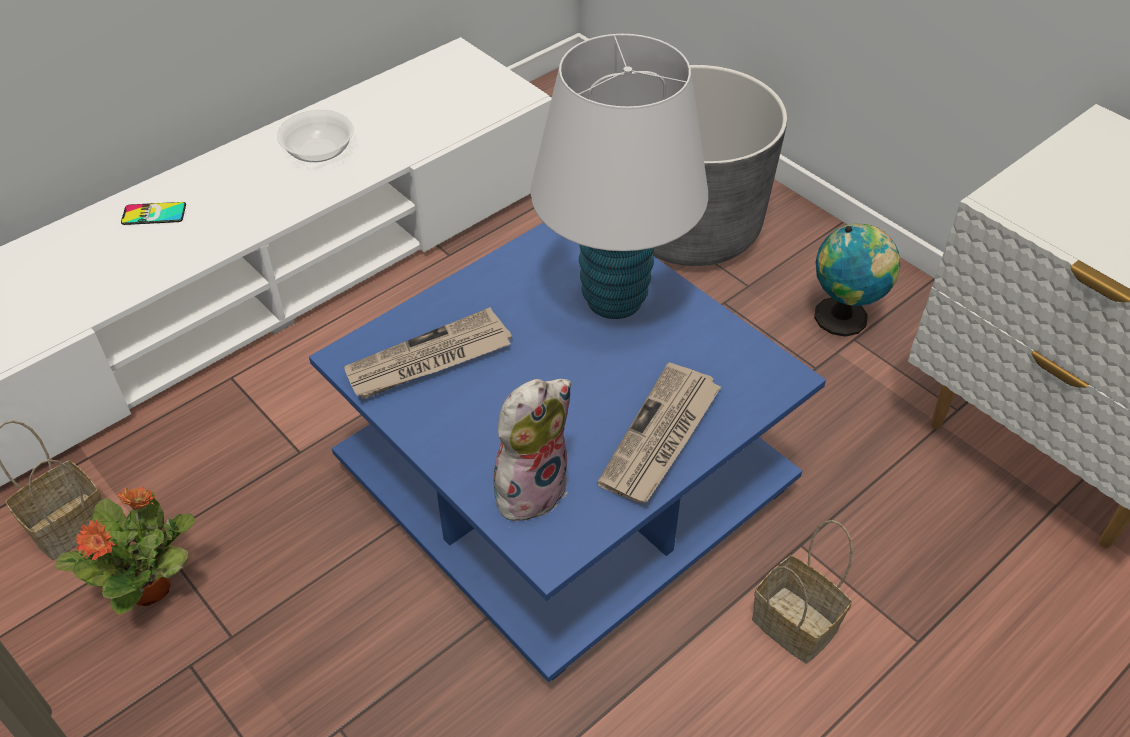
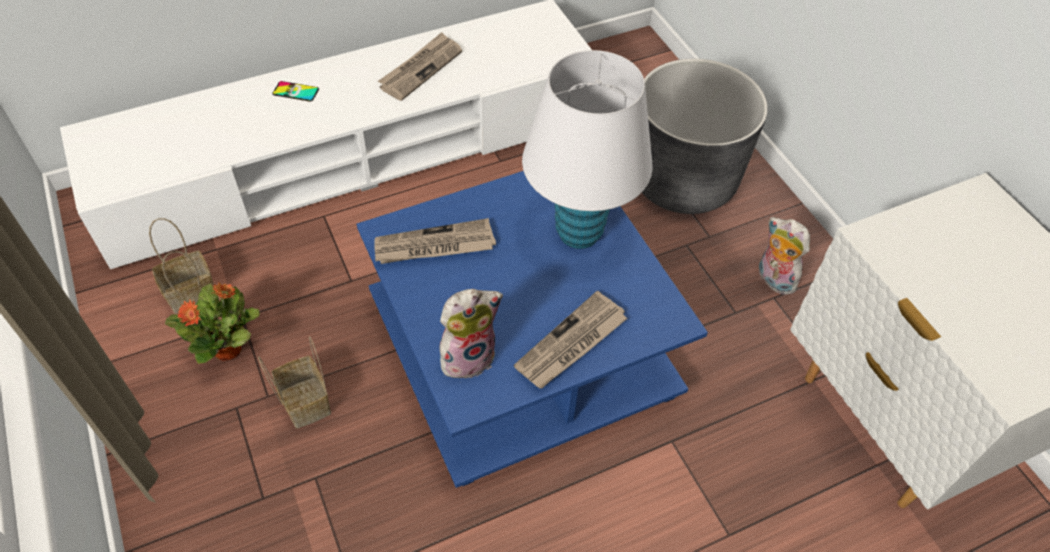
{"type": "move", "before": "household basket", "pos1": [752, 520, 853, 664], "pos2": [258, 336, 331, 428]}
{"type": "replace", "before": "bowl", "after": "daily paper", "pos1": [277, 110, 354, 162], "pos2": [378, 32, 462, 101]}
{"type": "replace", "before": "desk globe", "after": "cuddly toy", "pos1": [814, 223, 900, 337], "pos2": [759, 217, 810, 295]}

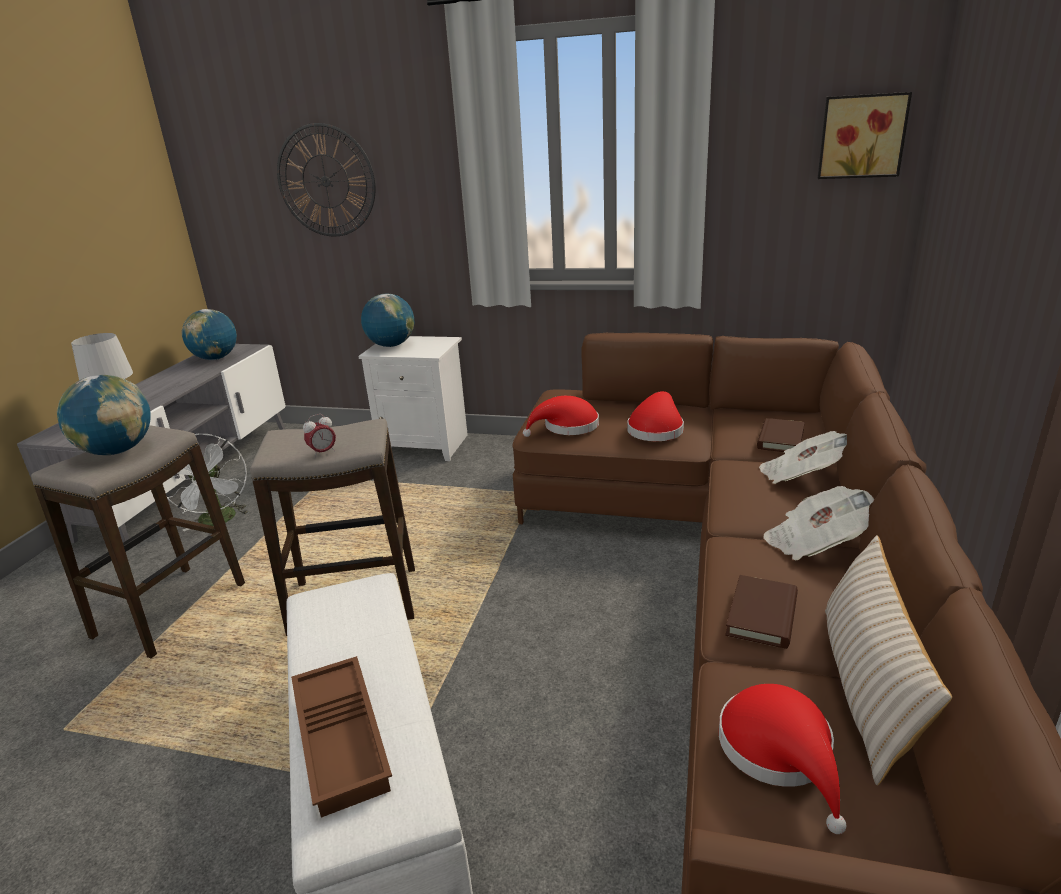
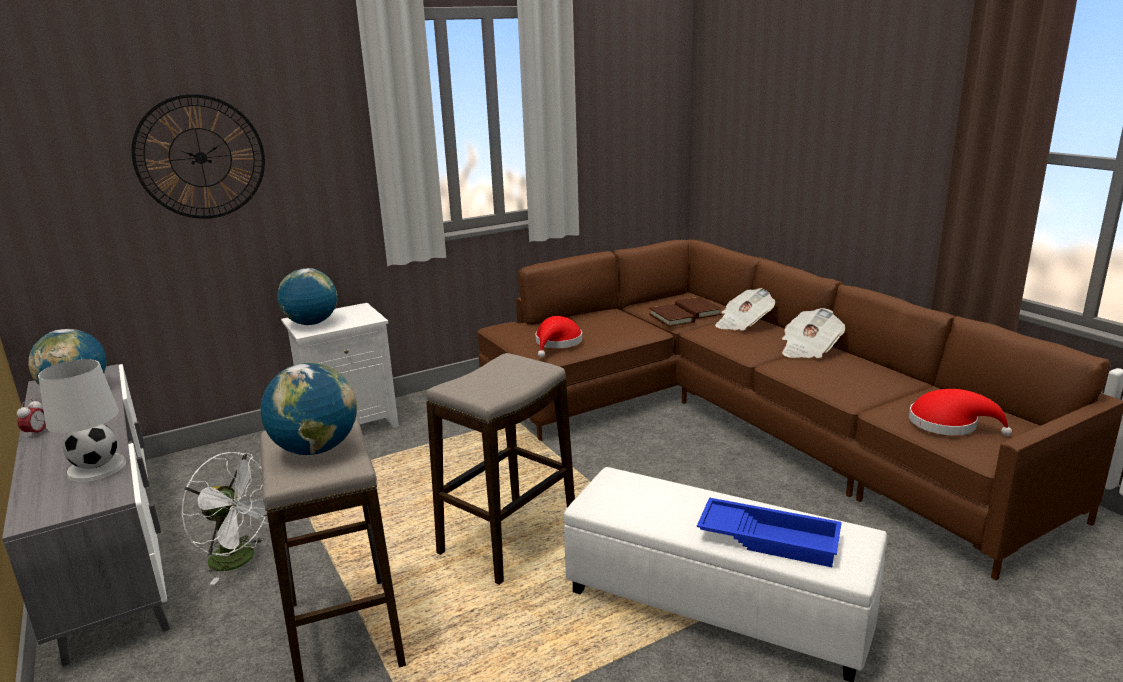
{"type": "delete", "before": "red clothing hat", "pos1": [627, 391, 684, 441]}
{"type": "delete", "before": "wall art", "pos1": [817, 92, 912, 179]}
{"type": "delete", "before": "sand-coloured cushion", "pos1": [825, 535, 952, 785]}
{"type": "move", "before": "alarm clock", "pos1": [303, 414, 336, 457], "pos2": [17, 399, 46, 438]}
{"type": "move", "before": "brown-coloured bound book", "pos1": [725, 575, 798, 649], "pos2": [649, 304, 696, 327]}
{"type": "recolor", "before": "brown-coloured tray", "after": "blue-coloured tray", "pos1": [291, 656, 392, 817], "pos2": [697, 497, 842, 567]}

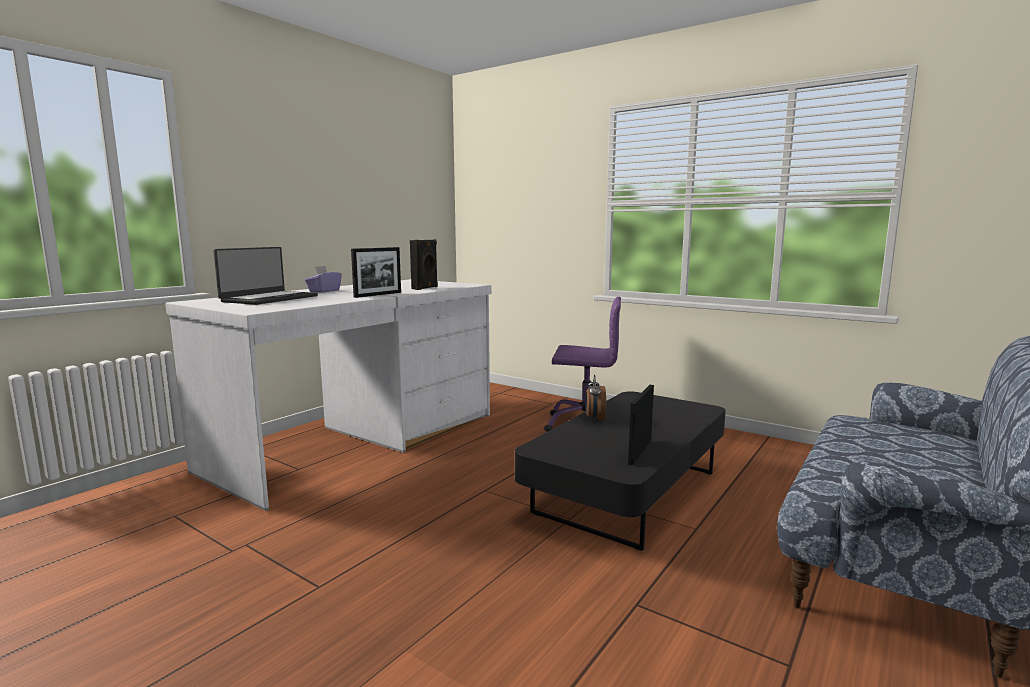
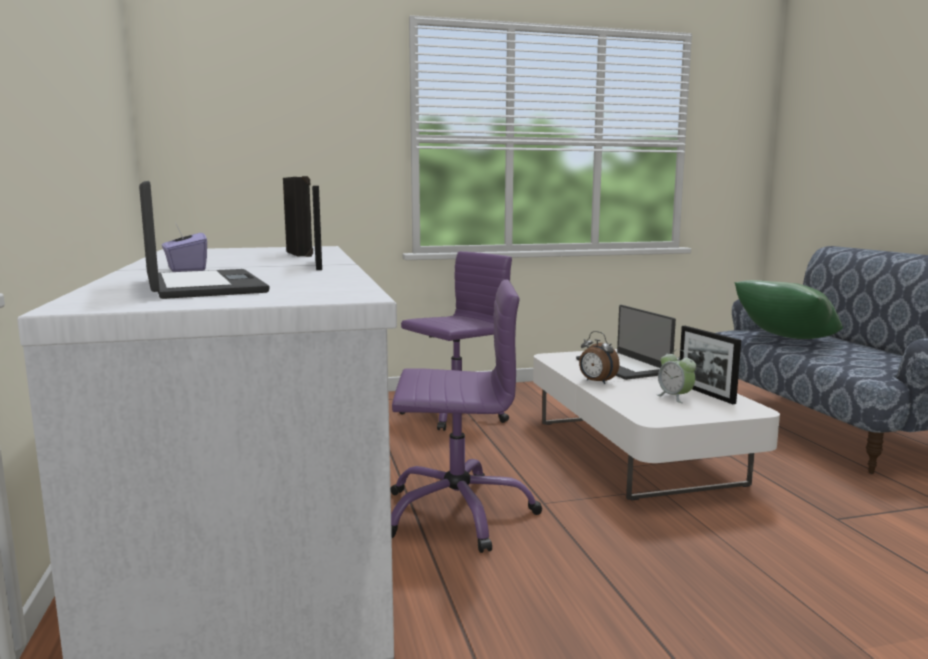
{"type": "insert", "after": "purple desk chair", "pos2": [391, 280, 542, 553]}
{"type": "insert", "after": "portable computer", "pos2": [576, 305, 676, 380]}
{"type": "insert", "after": "alarm clock", "pos2": [657, 349, 696, 403]}
{"type": "insert", "after": "green-coloured cushion", "pos2": [734, 280, 843, 339]}
{"type": "recolor", "before": "blackish lounge table", "after": "whitish lounge table", "pos1": [515, 391, 726, 551], "pos2": [533, 349, 780, 500]}

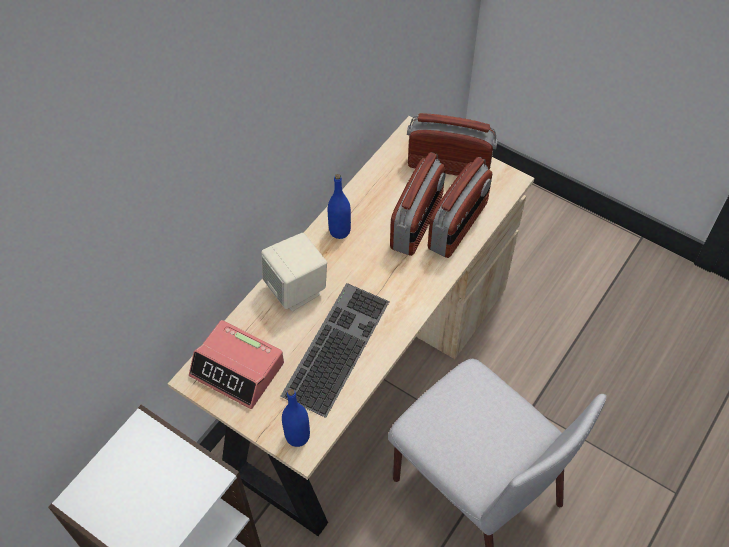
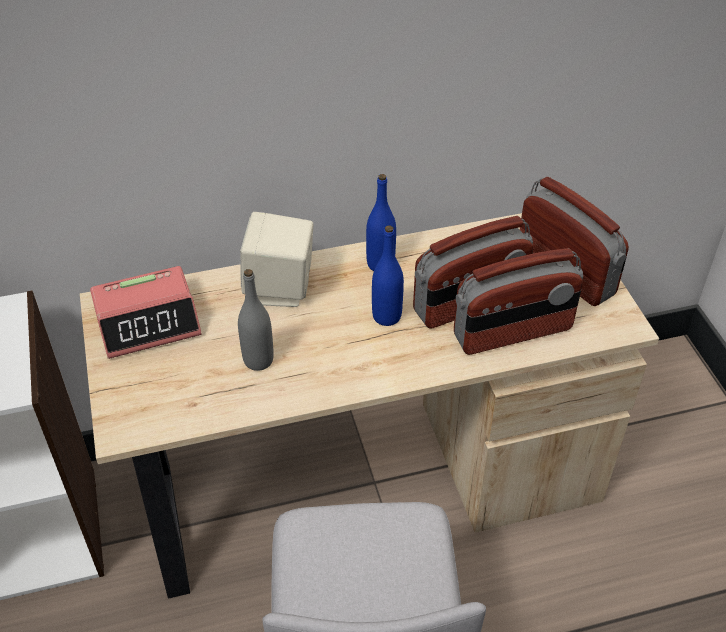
{"type": "move", "before": "blue-coloured bottle", "pos1": [282, 389, 310, 447], "pos2": [372, 226, 404, 326]}
{"type": "replace", "before": "keyboard", "after": "grey bottle", "pos1": [281, 283, 390, 418], "pos2": [238, 269, 274, 371]}
{"type": "rotate", "before": "alarm clock", "pos1": [189, 320, 284, 409], "pos2": [90, 266, 202, 359], "turn": -90}

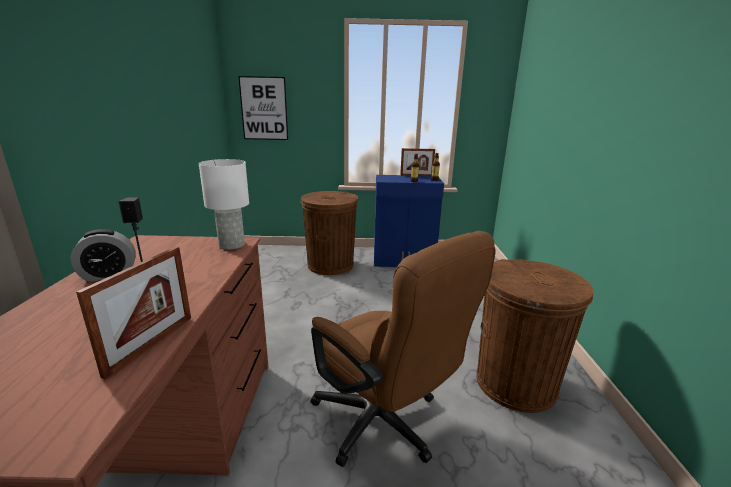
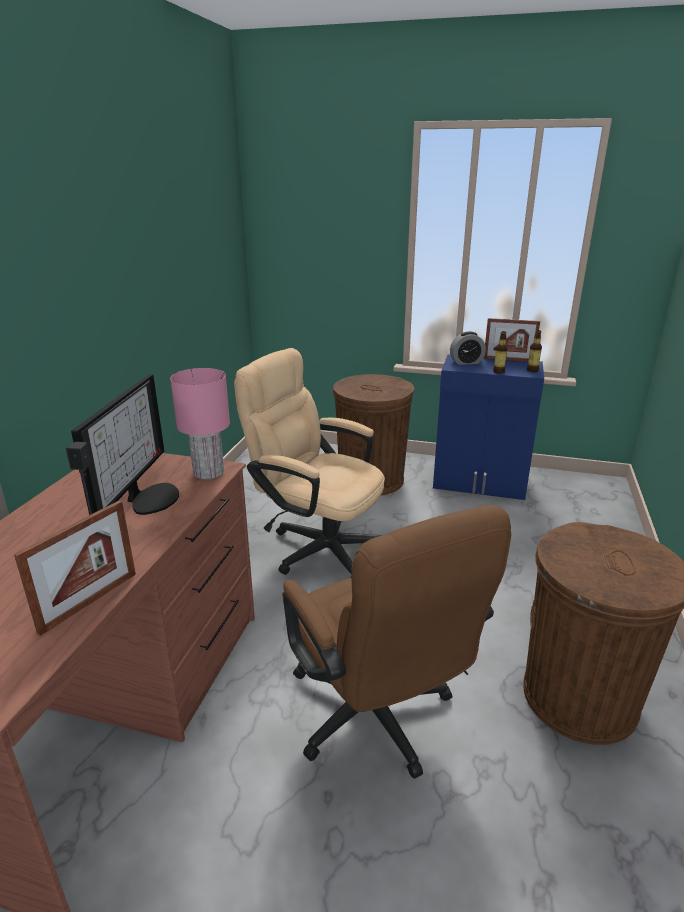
{"type": "delete", "before": "wall art", "pos1": [238, 76, 288, 140]}
{"type": "insert", "after": "monitor", "pos2": [71, 374, 179, 515]}
{"type": "insert", "after": "sand-coloured desk chair", "pos2": [234, 348, 385, 575]}
{"type": "move", "before": "alarm clock", "pos1": [71, 229, 136, 282], "pos2": [450, 332, 486, 365]}
{"type": "recolor", "before": "whitish table lamp", "after": "pink-coloured table lamp", "pos1": [199, 159, 249, 250], "pos2": [170, 368, 230, 480]}

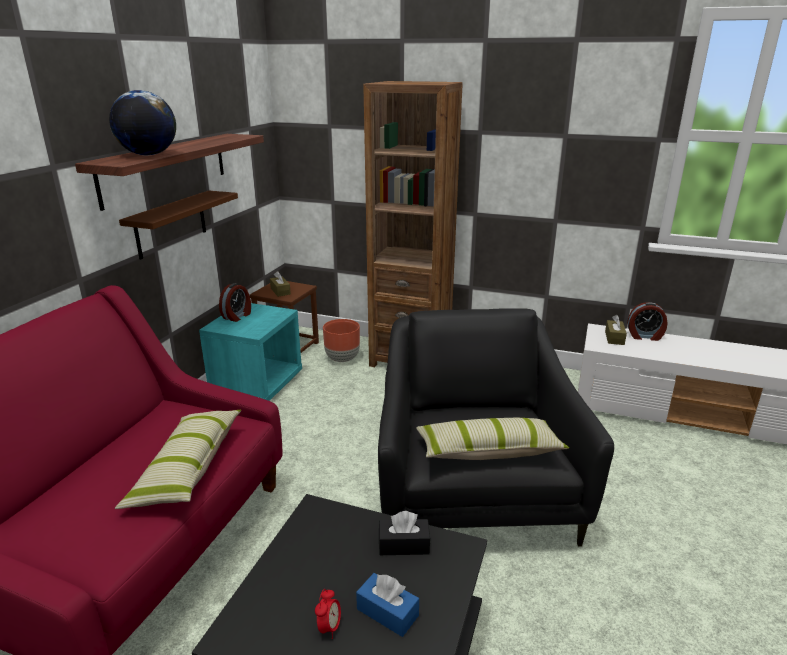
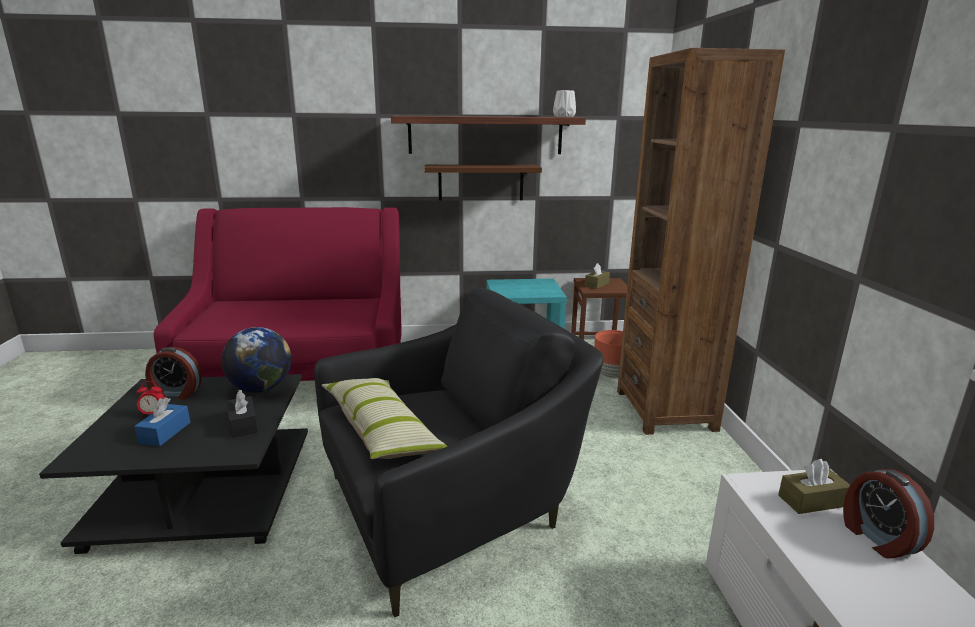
{"type": "delete", "before": "cushion", "pos1": [115, 410, 241, 509]}
{"type": "insert", "after": "whitish vase", "pos2": [553, 90, 576, 117]}
{"type": "move", "before": "desk globe", "pos1": [109, 90, 176, 155], "pos2": [221, 327, 291, 393]}
{"type": "move", "before": "alarm clock", "pos1": [219, 283, 251, 322], "pos2": [145, 347, 202, 399]}

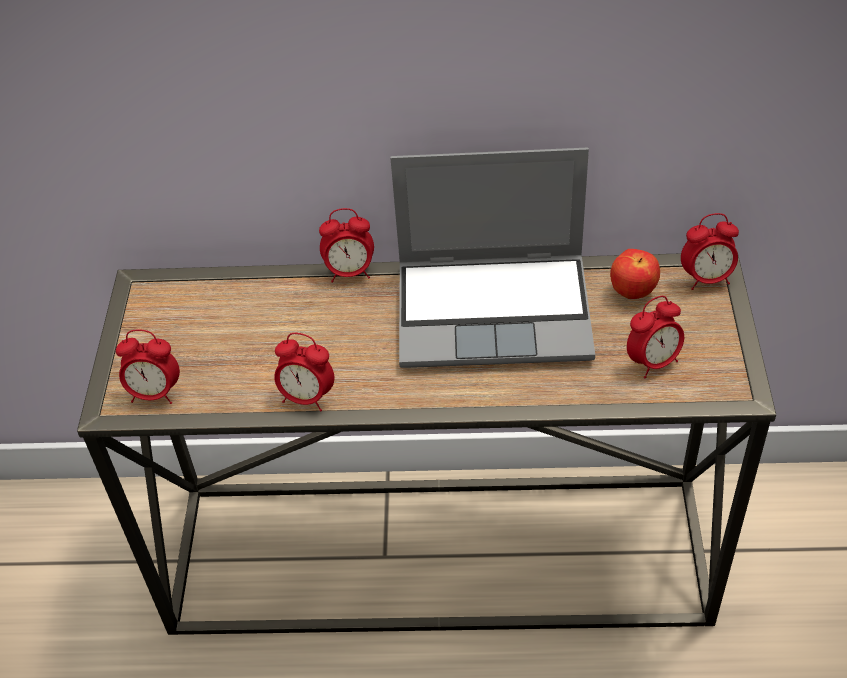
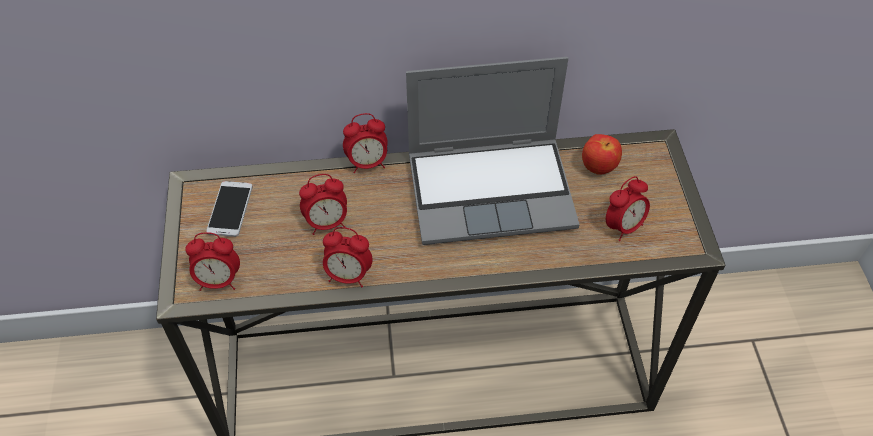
{"type": "insert", "after": "phone", "pos2": [206, 181, 253, 237]}
{"type": "move", "before": "alarm clock", "pos1": [681, 213, 739, 290], "pos2": [299, 174, 347, 235]}

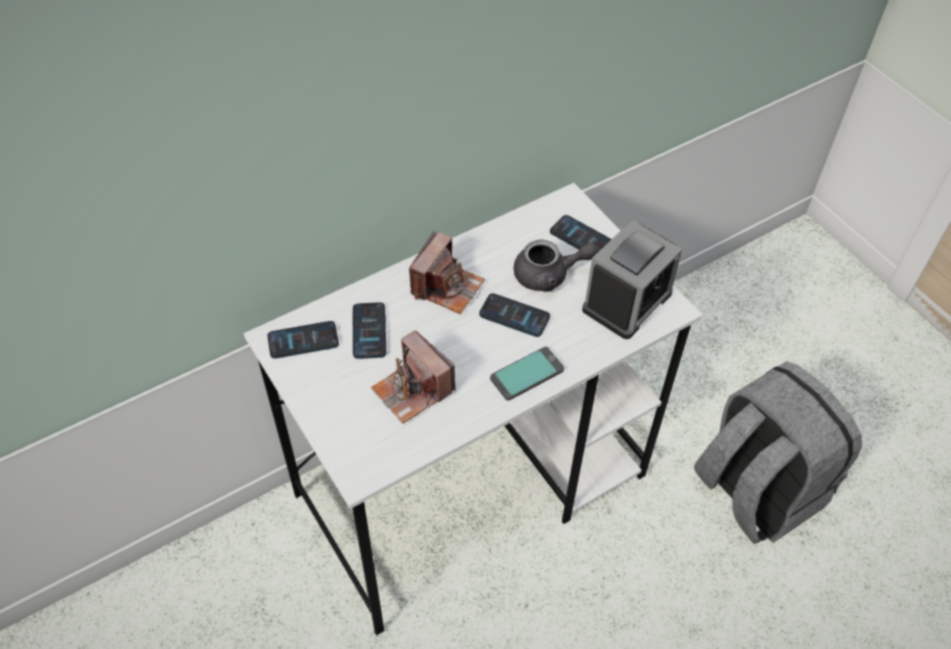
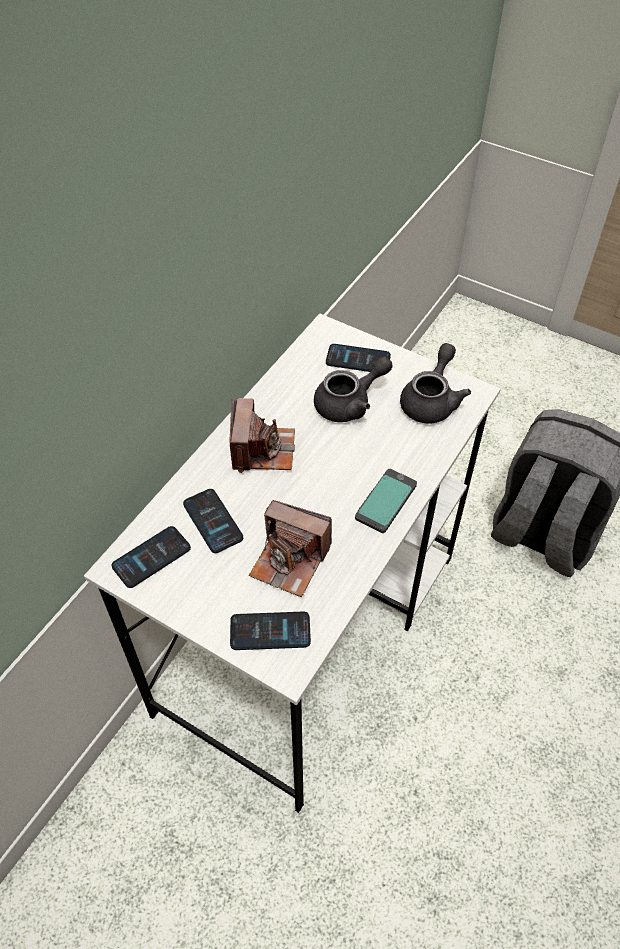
{"type": "move", "before": "phone", "pos1": [479, 293, 550, 337], "pos2": [230, 612, 311, 650]}
{"type": "replace", "before": "alarm clock", "after": "grey pot for tea", "pos1": [582, 220, 682, 339], "pos2": [400, 343, 471, 424]}

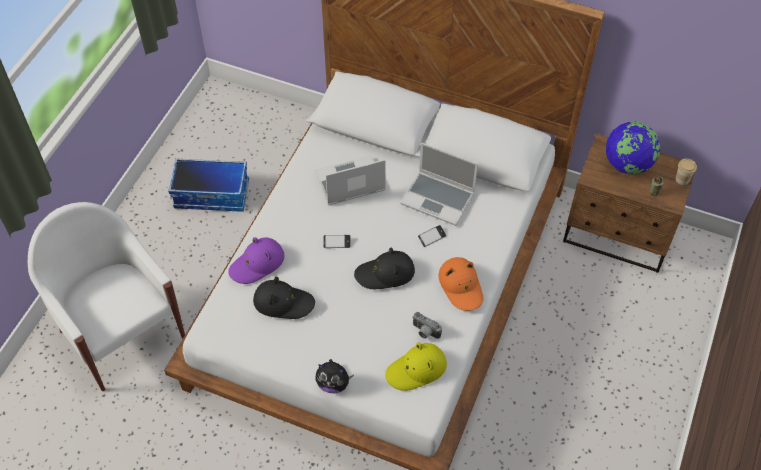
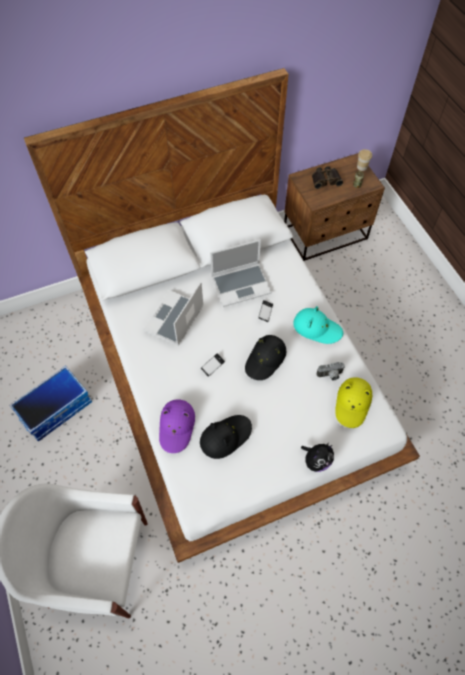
{"type": "replace", "before": "desk globe", "after": "field glasses", "pos1": [606, 121, 660, 175], "pos2": [312, 166, 343, 189]}
{"type": "recolor", "before": "orangey clothing hat", "after": "turquoise-coloured clothing hat", "pos1": [439, 257, 483, 311], "pos2": [293, 306, 343, 344]}

